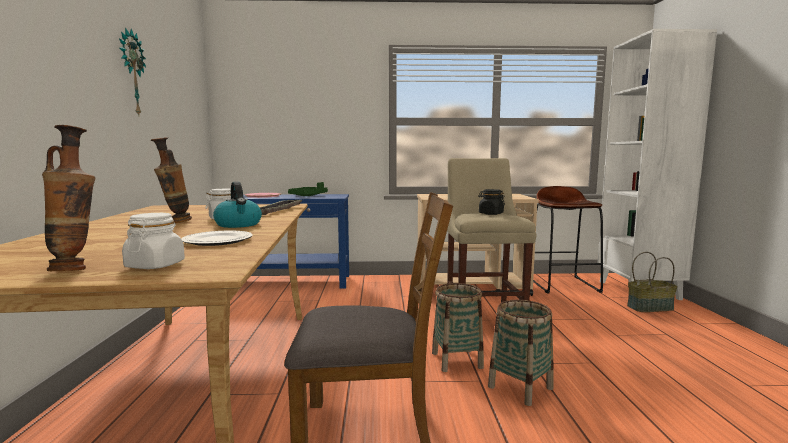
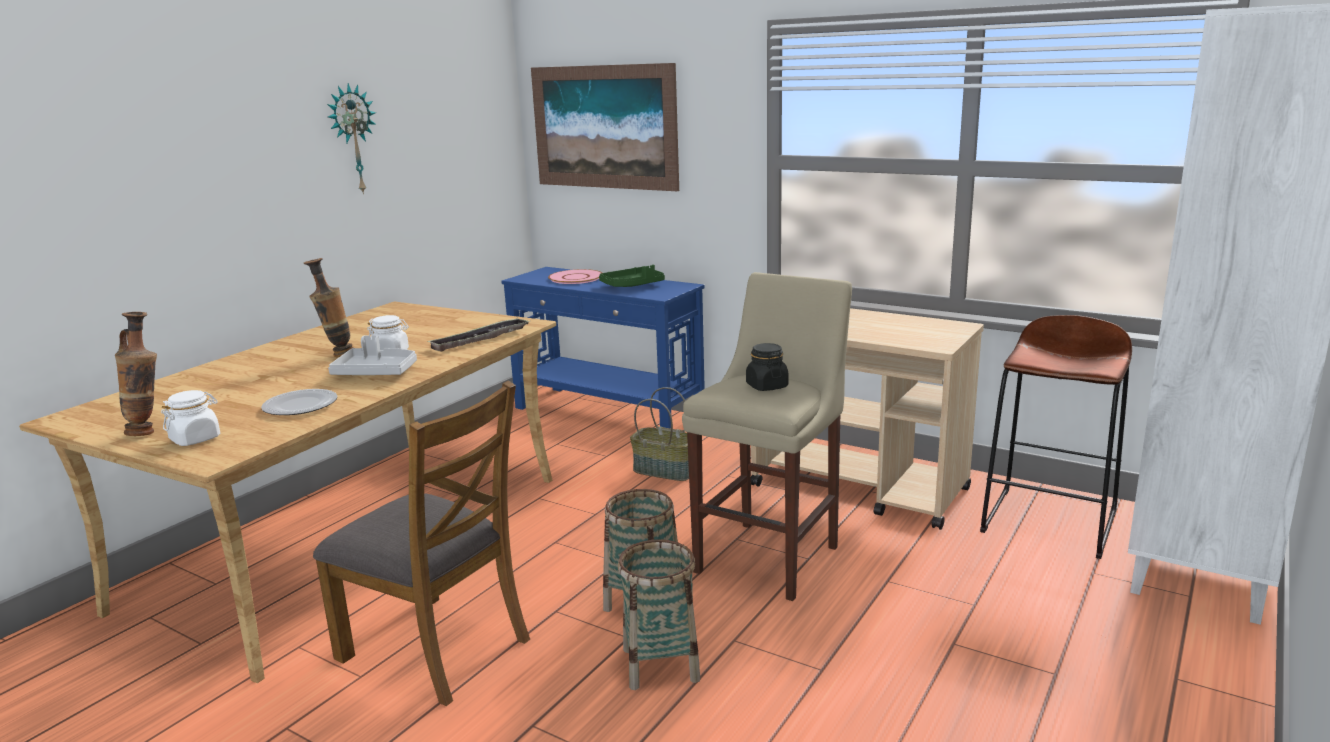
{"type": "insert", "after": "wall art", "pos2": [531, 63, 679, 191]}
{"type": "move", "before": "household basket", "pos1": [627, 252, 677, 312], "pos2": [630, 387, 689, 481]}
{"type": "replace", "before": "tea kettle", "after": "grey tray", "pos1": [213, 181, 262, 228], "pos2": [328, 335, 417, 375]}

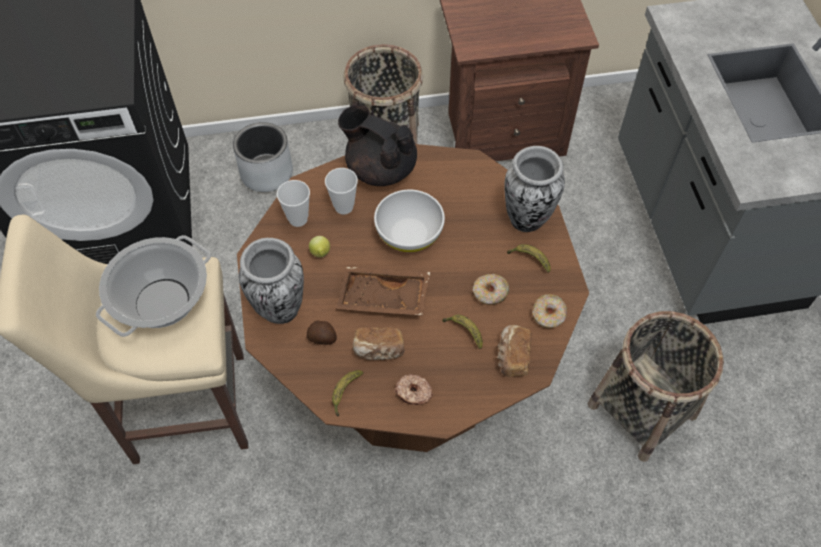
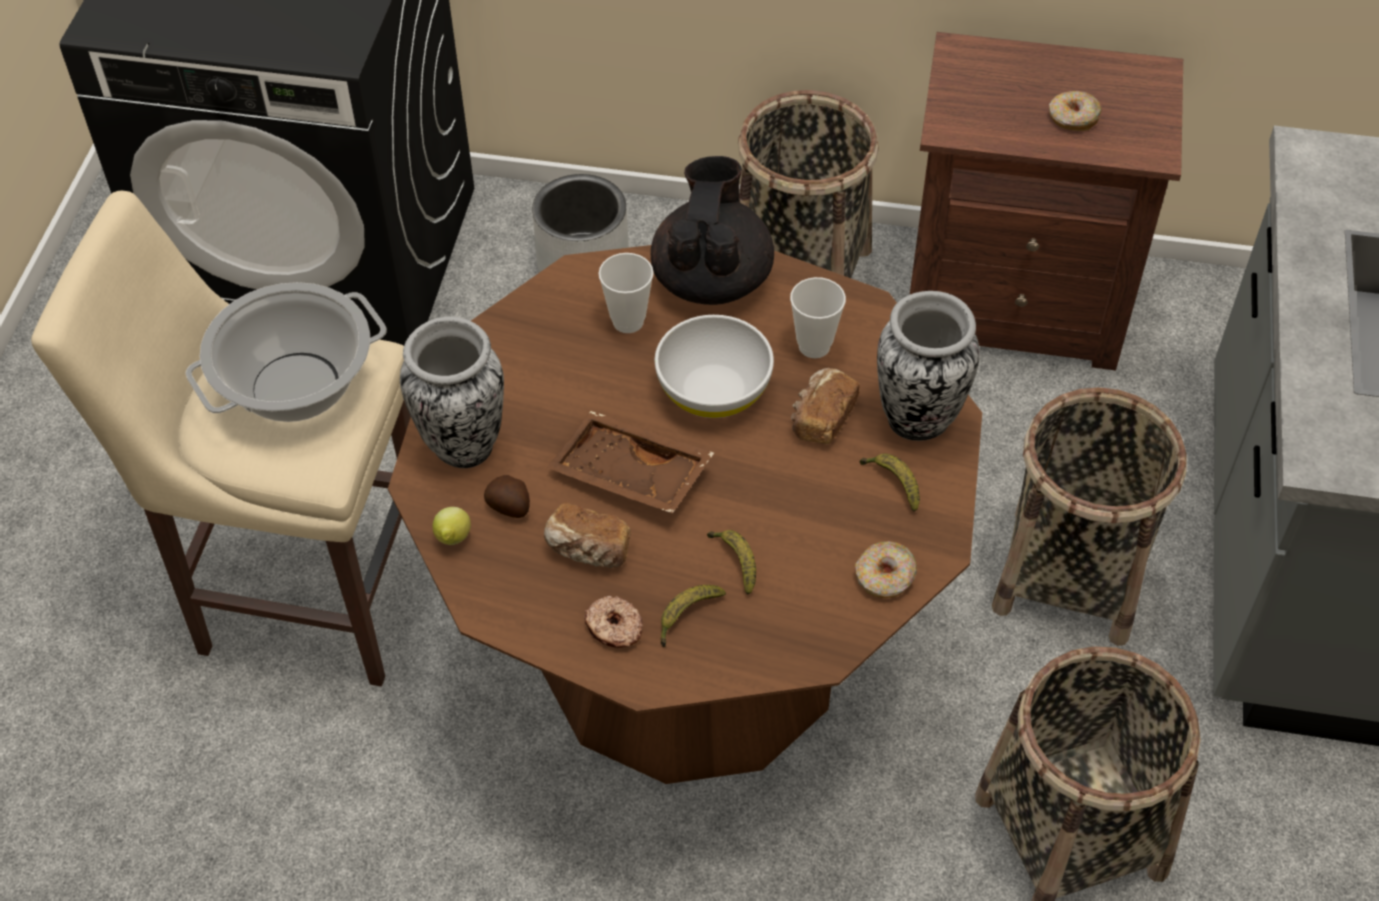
{"type": "insert", "after": "household basket", "pos2": [992, 388, 1187, 646]}
{"type": "move", "before": "small cup", "pos1": [277, 180, 310, 227], "pos2": [790, 277, 846, 358]}
{"type": "move", "before": "citrus fruit", "pos1": [309, 236, 330, 257], "pos2": [433, 507, 471, 545]}
{"type": "move", "before": "whole banana", "pos1": [332, 370, 363, 417], "pos2": [660, 585, 726, 647]}
{"type": "move", "before": "doughnut", "pos1": [473, 274, 509, 305], "pos2": [1049, 91, 1102, 131]}
{"type": "move", "before": "baked bread", "pos1": [497, 325, 532, 377], "pos2": [791, 368, 860, 444]}
{"type": "rotate", "before": "blackish pot for tea", "pos1": [338, 105, 417, 186], "pos2": [651, 156, 774, 305], "turn": 45}

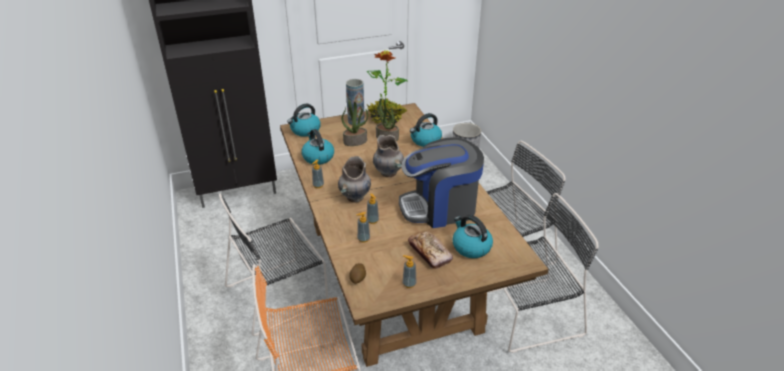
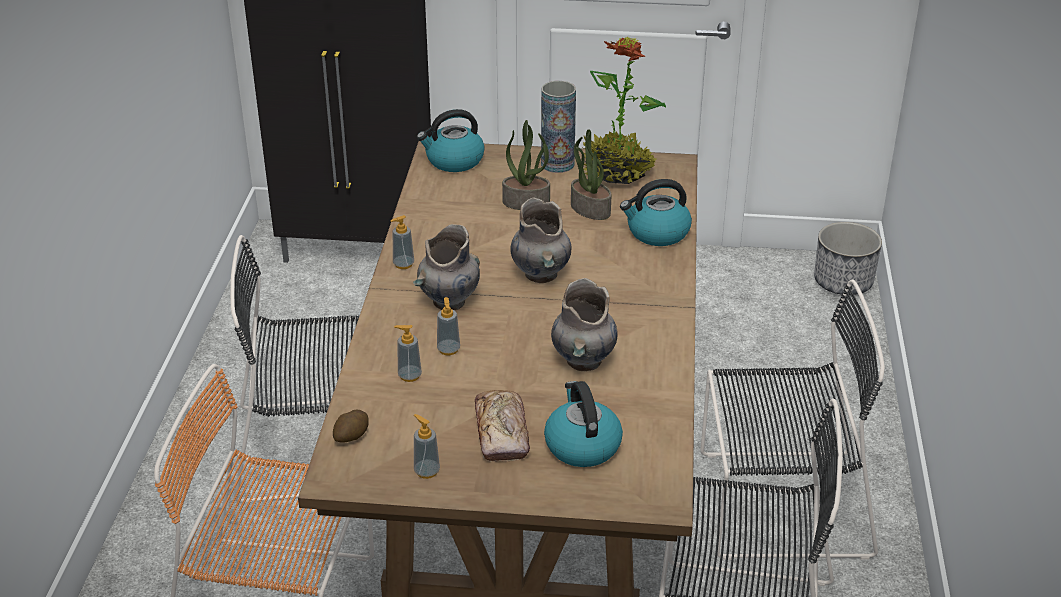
{"type": "delete", "before": "tea kettle", "pos1": [301, 129, 334, 165]}
{"type": "replace", "before": "coffee maker", "after": "grey vase", "pos1": [399, 138, 484, 228], "pos2": [551, 278, 617, 371]}

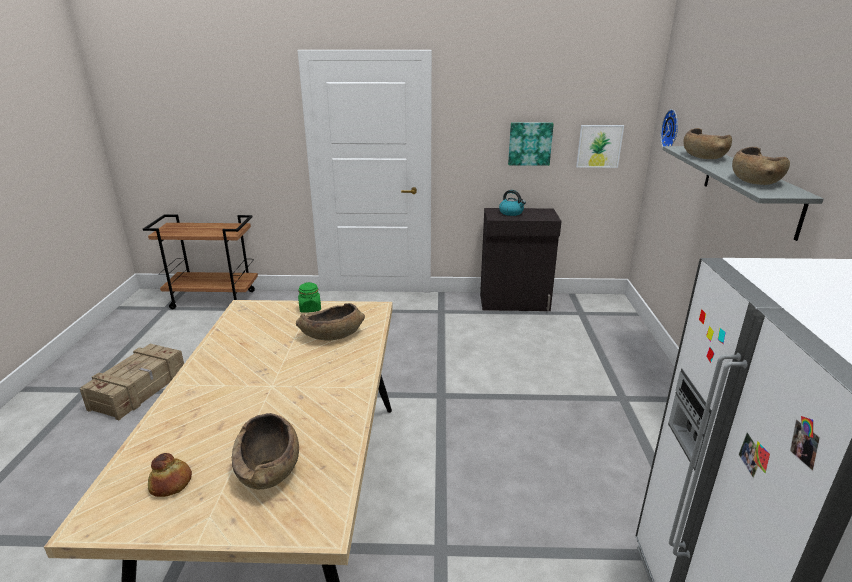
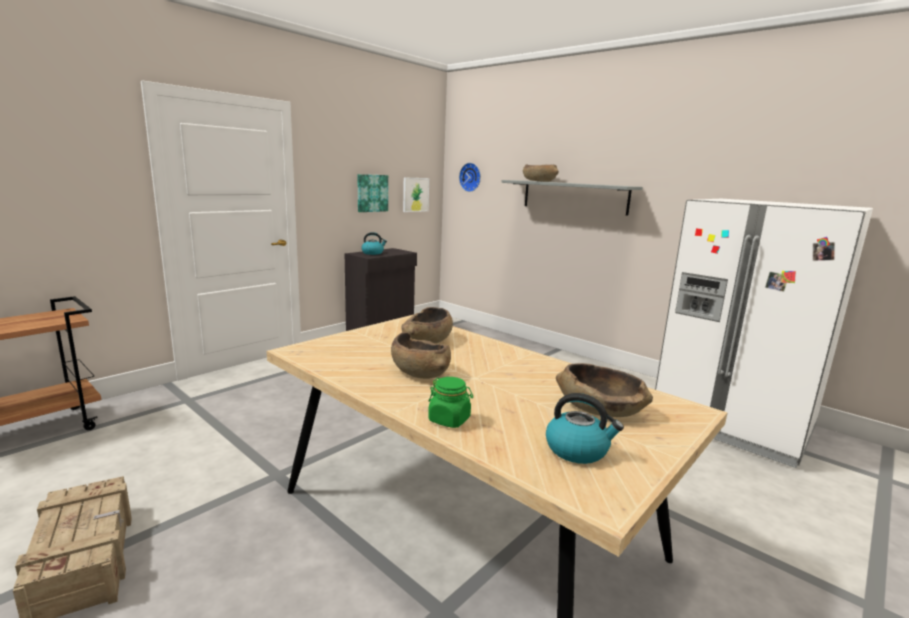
{"type": "move", "before": "green-coloured storage jar", "pos1": [298, 282, 321, 313], "pos2": [428, 377, 473, 428]}
{"type": "move", "before": "brown-coloured bowl", "pos1": [732, 147, 790, 185], "pos2": [391, 332, 451, 379]}
{"type": "replace", "before": "baked bread", "after": "tea kettle", "pos1": [148, 453, 192, 497], "pos2": [546, 393, 624, 464]}

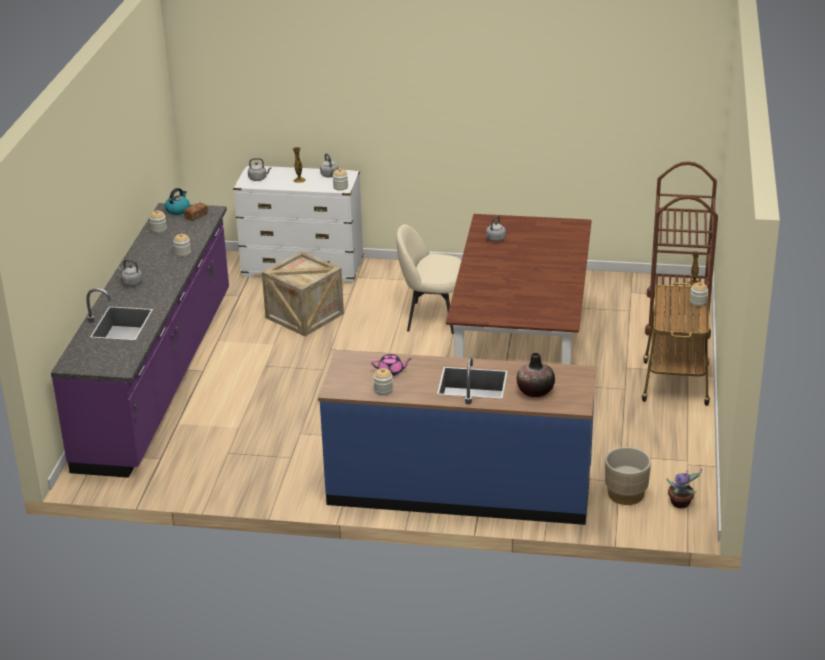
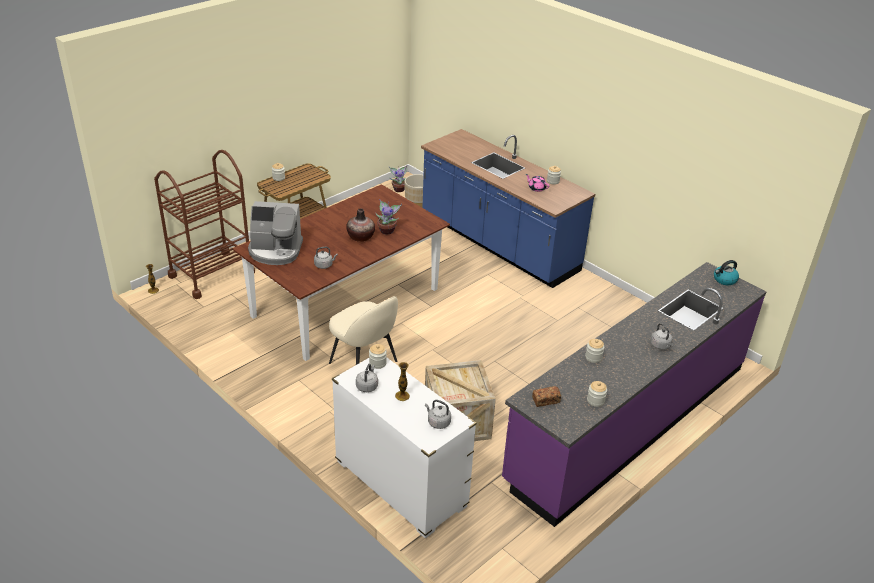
{"type": "insert", "after": "coffee maker", "pos2": [248, 201, 303, 265]}
{"type": "insert", "after": "potted plant", "pos2": [376, 199, 402, 235]}
{"type": "move", "before": "tea kettle", "pos1": [165, 188, 190, 215], "pos2": [714, 260, 739, 285]}
{"type": "move", "before": "vase", "pos1": [517, 353, 555, 397], "pos2": [346, 208, 375, 242]}

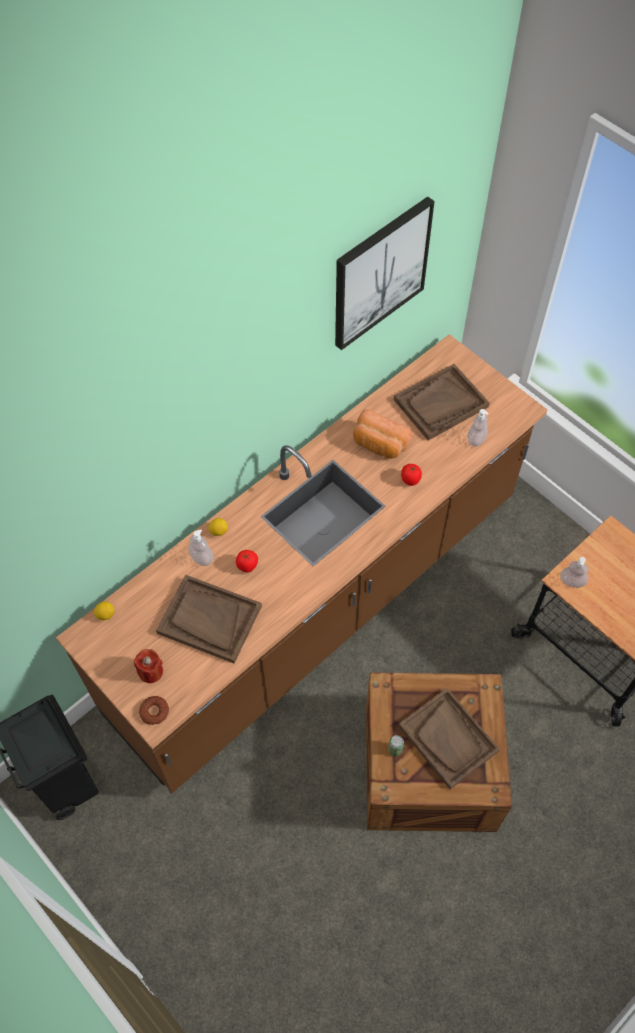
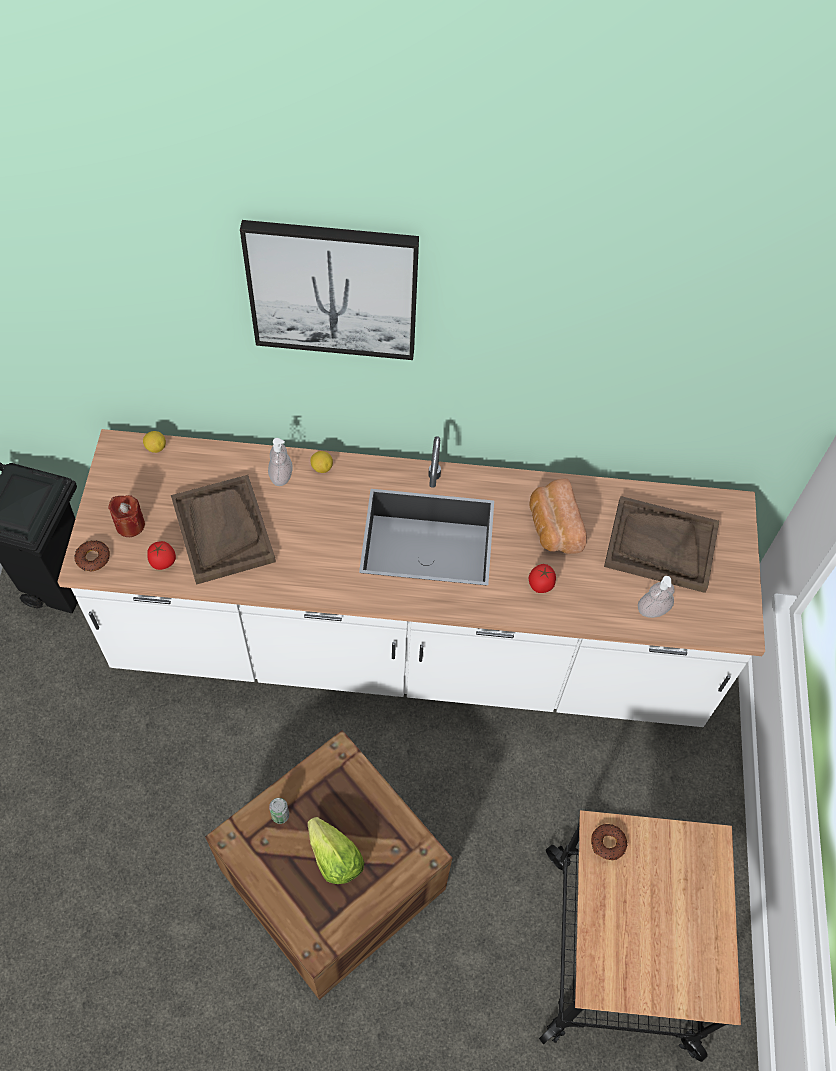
{"type": "move", "before": "fresh tomato", "pos1": [236, 550, 258, 573], "pos2": [147, 541, 176, 570]}
{"type": "move", "before": "wall art", "pos1": [335, 197, 435, 350], "pos2": [240, 220, 419, 360]}
{"type": "replace", "before": "brown-coloured tray", "after": "head of lettuce", "pos1": [398, 688, 500, 790], "pos2": [308, 817, 364, 884]}
{"type": "replace", "before": "liquid soap bottle", "after": "doughnut", "pos1": [560, 557, 588, 588], "pos2": [591, 824, 627, 860]}
{"type": "recolor", "before": "brown-coloured kitchen counter", "after": "whitish kitchen counter", "pos1": [56, 334, 548, 793], "pos2": [57, 429, 765, 727]}

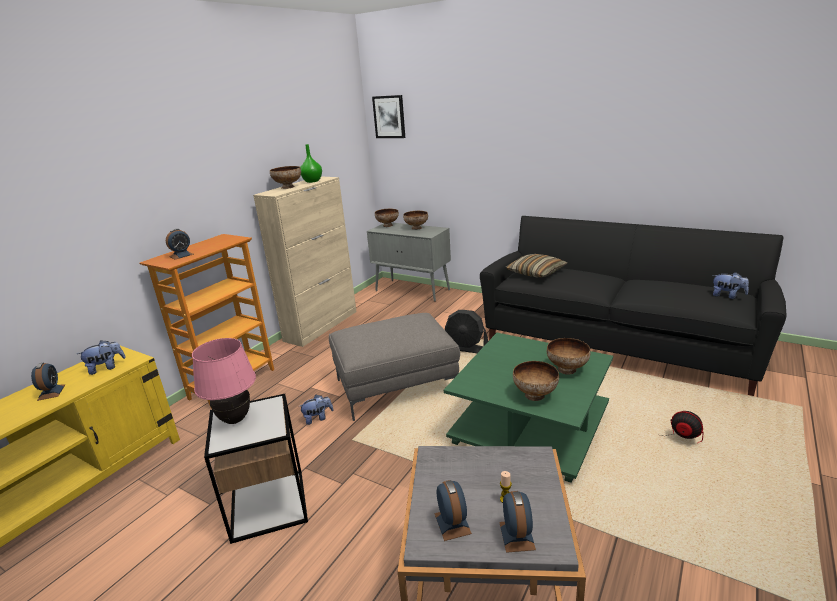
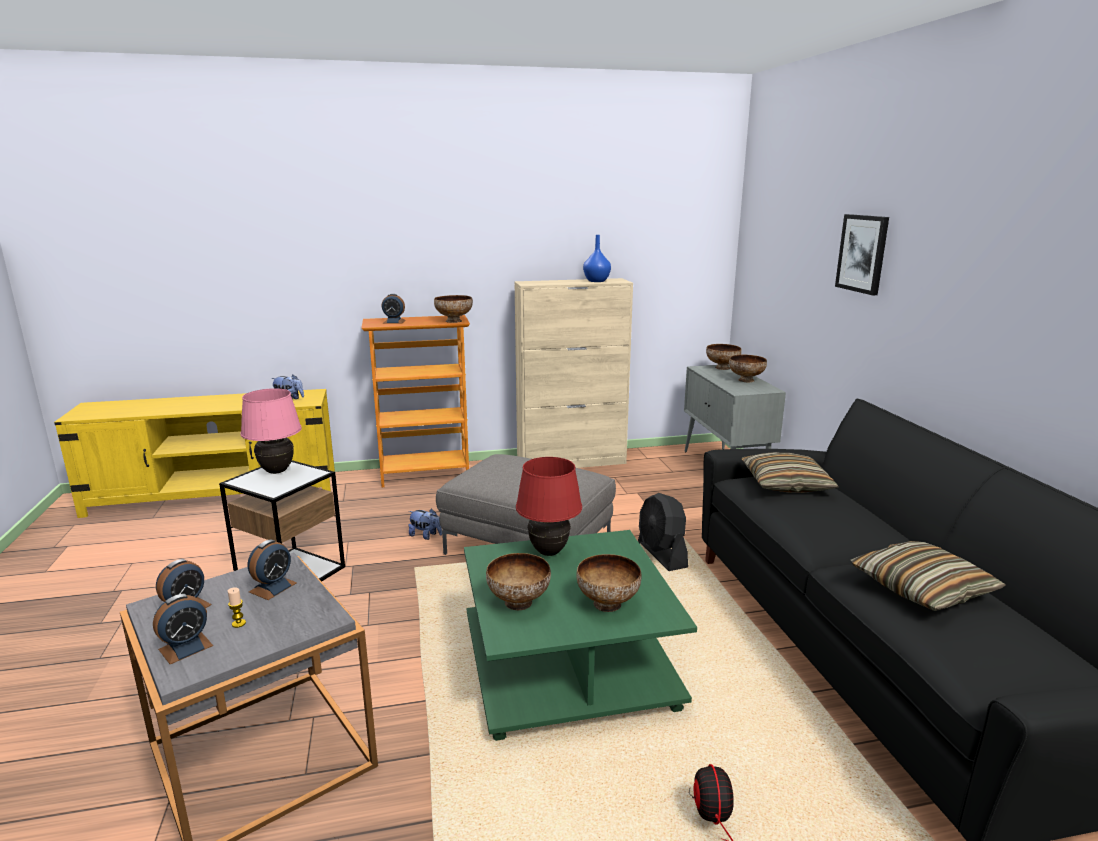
{"type": "delete", "before": "cuddly toy", "pos1": [713, 272, 749, 299]}
{"type": "insert", "after": "red table lamp", "pos2": [516, 457, 582, 556]}
{"type": "insert", "after": "cushion", "pos2": [851, 541, 1006, 611]}
{"type": "move", "before": "alarm clock", "pos1": [31, 362, 65, 401], "pos2": [248, 539, 297, 600]}
{"type": "move", "before": "bowl", "pos1": [270, 166, 301, 189], "pos2": [434, 295, 473, 323]}
{"type": "move", "before": "wall art", "pos1": [372, 95, 405, 138], "pos2": [835, 214, 889, 295]}
{"type": "recolor", "before": "green-coloured vase", "after": "blue-coloured vase", "pos1": [300, 144, 322, 183], "pos2": [583, 235, 611, 282]}

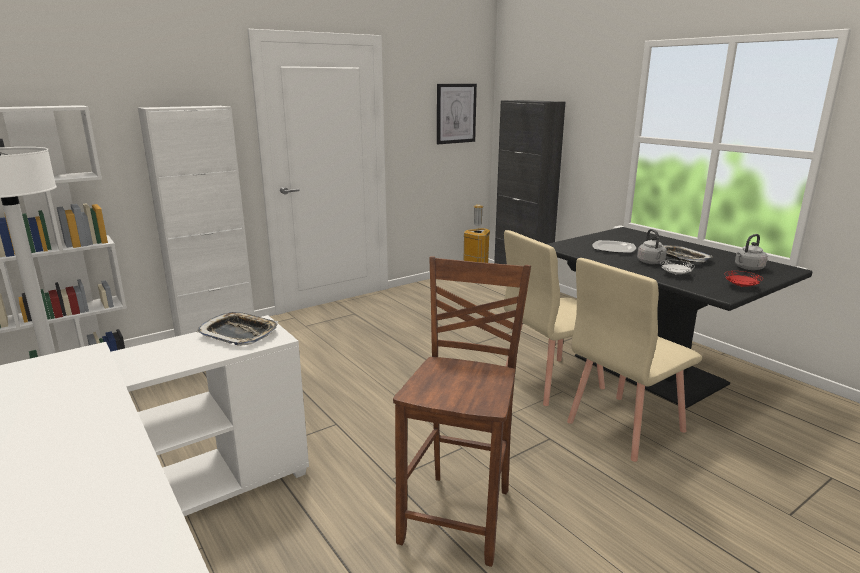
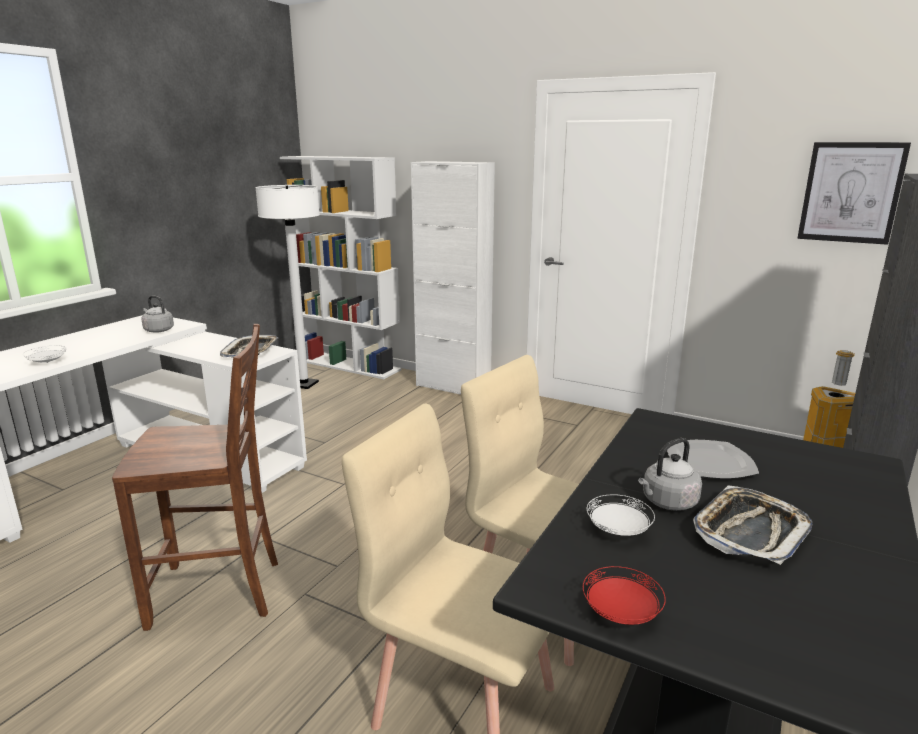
{"type": "insert", "after": "whitish dinner plate", "pos2": [23, 345, 67, 363]}
{"type": "move", "before": "grey tea kettle", "pos1": [735, 234, 768, 270], "pos2": [141, 296, 174, 333]}

